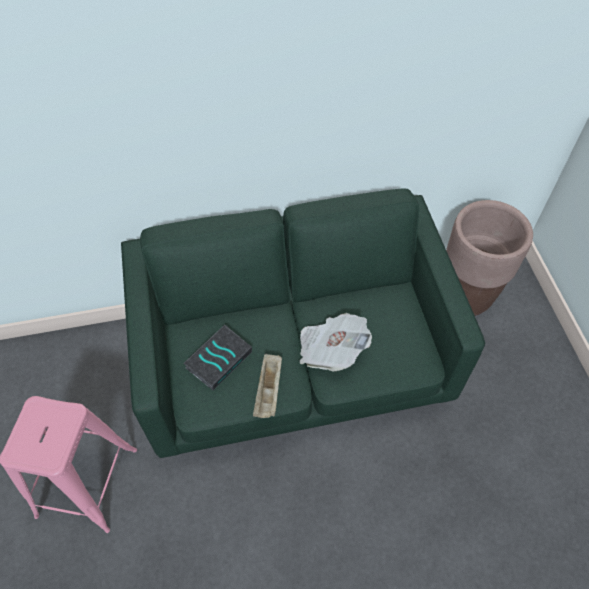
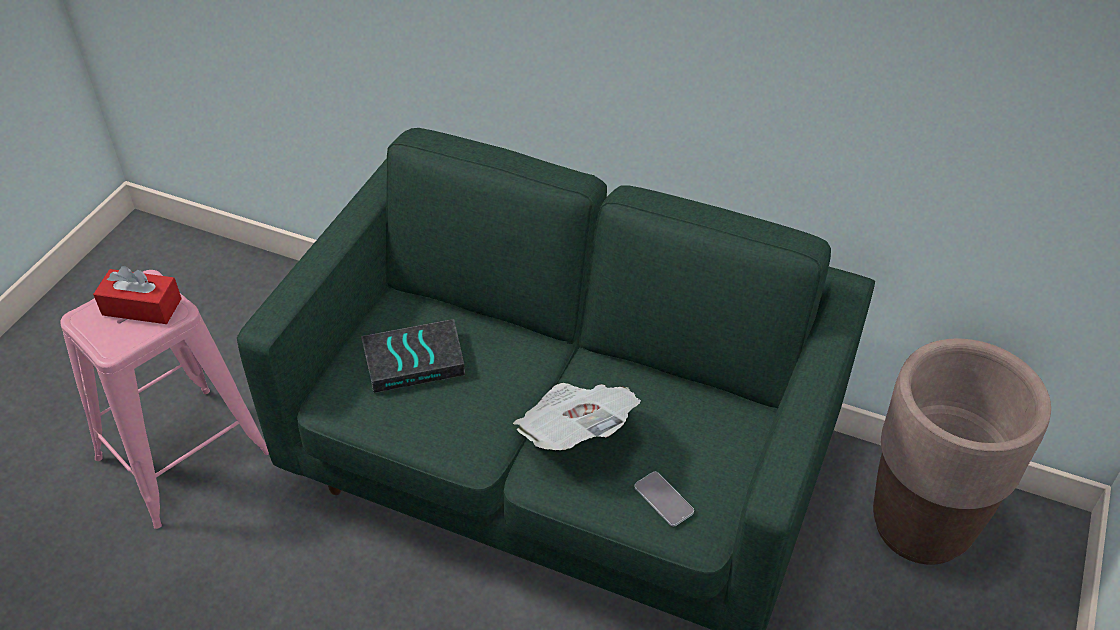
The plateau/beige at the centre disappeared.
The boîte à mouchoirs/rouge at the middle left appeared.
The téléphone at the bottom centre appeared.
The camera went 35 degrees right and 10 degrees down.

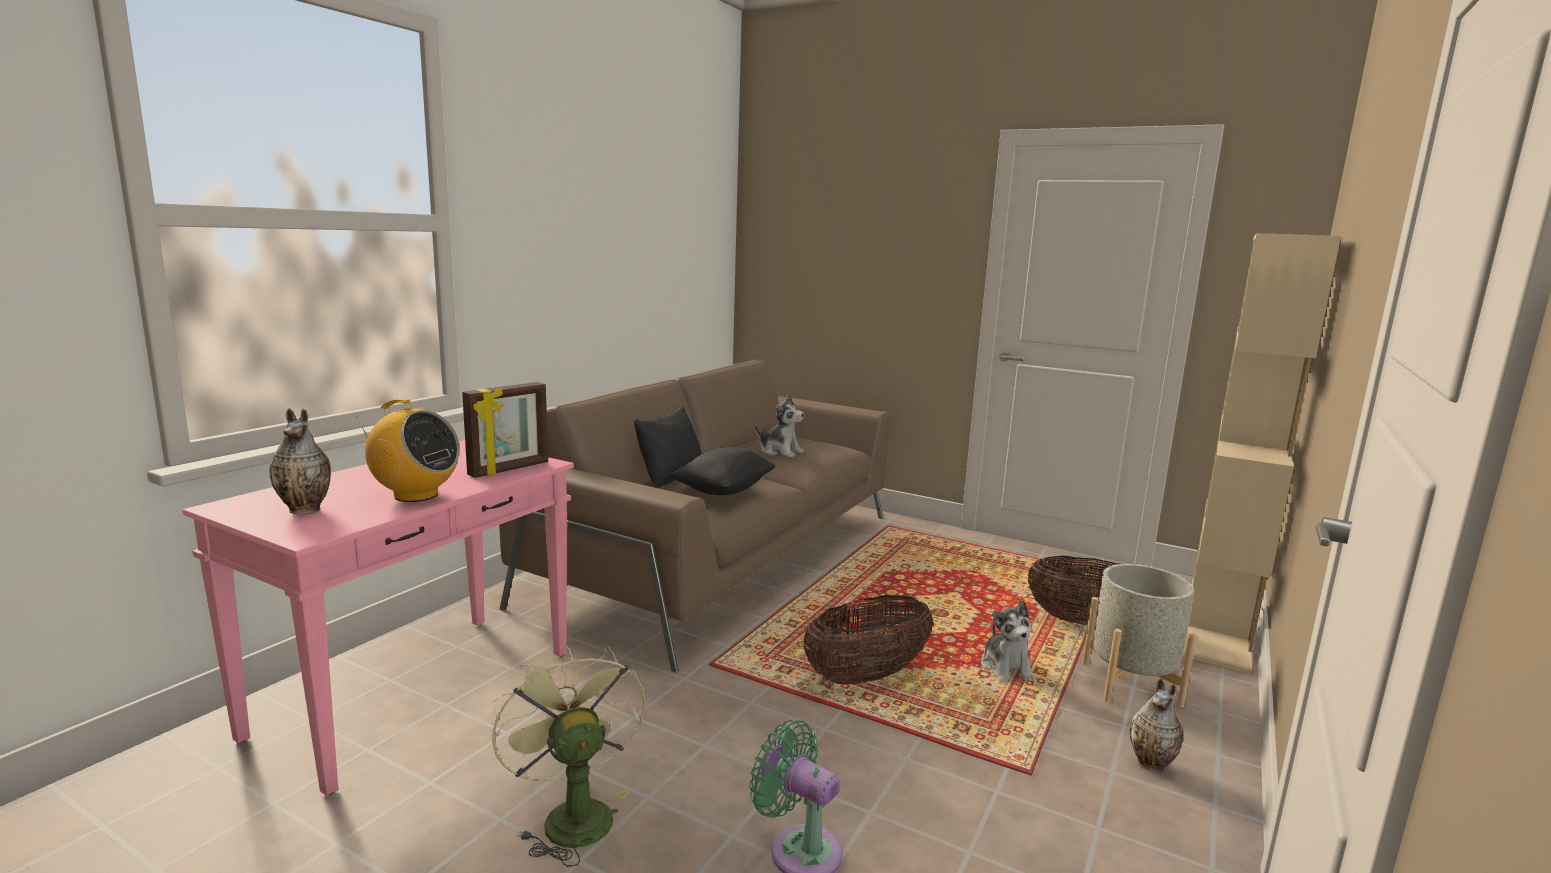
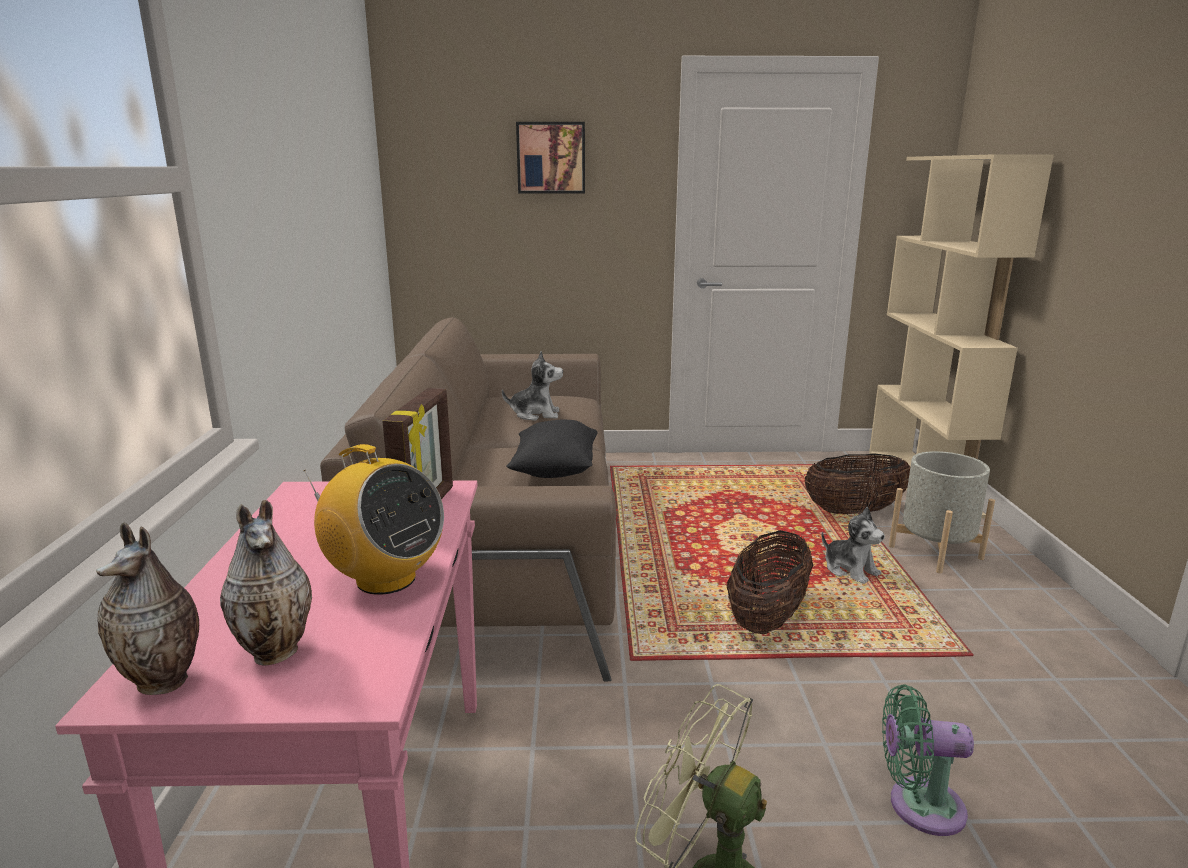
The coussin/noir (1st from left) at the centre disappeared.
The tableau at the top centre appeared.
The vase (2nd from left in the first image) moved from the bottom right to the bottom left.
The radio at the middle left turned 45 degrees clockwise.
The camera went 30 degrees left and 5 degrees up.

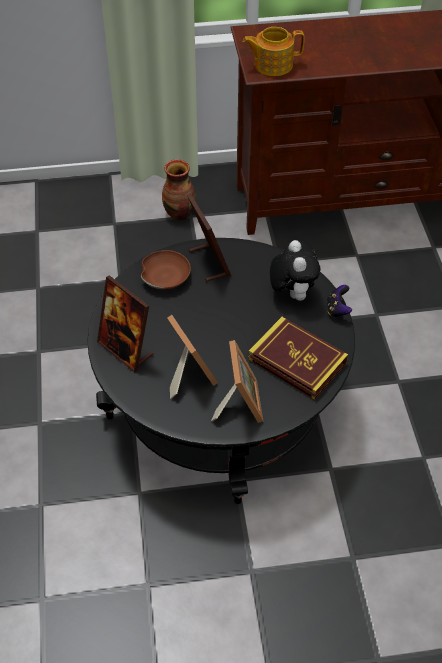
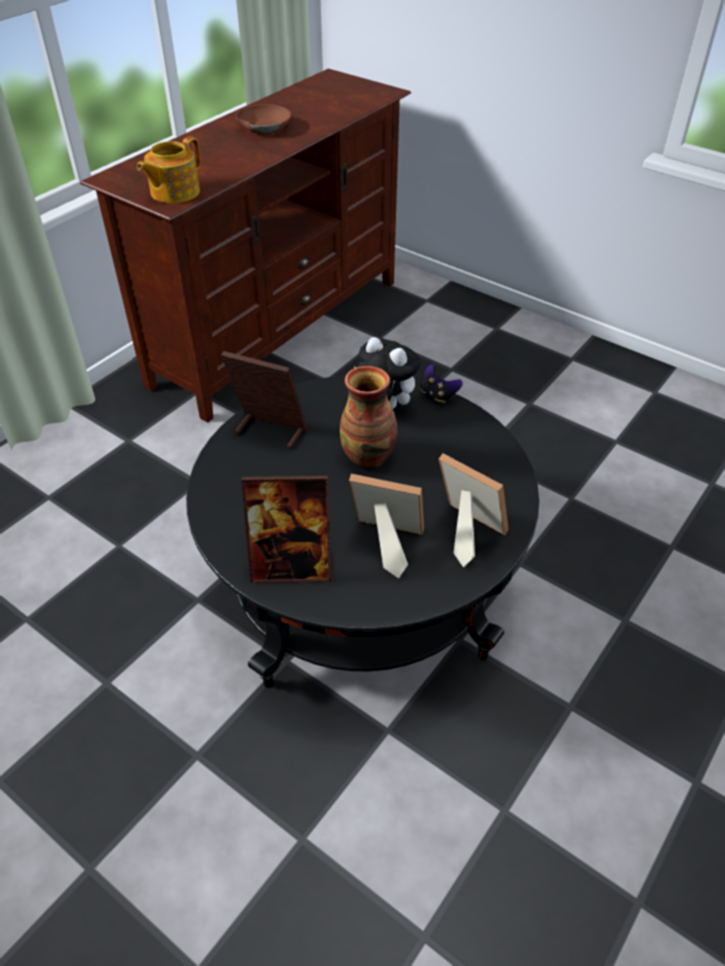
The livre at the middle right disappeared.
The bol/marron moved from the centre to the top centre.
The vase moved from the top centre to the centre.
The camera went 45 degrees left and 5 degrees down.

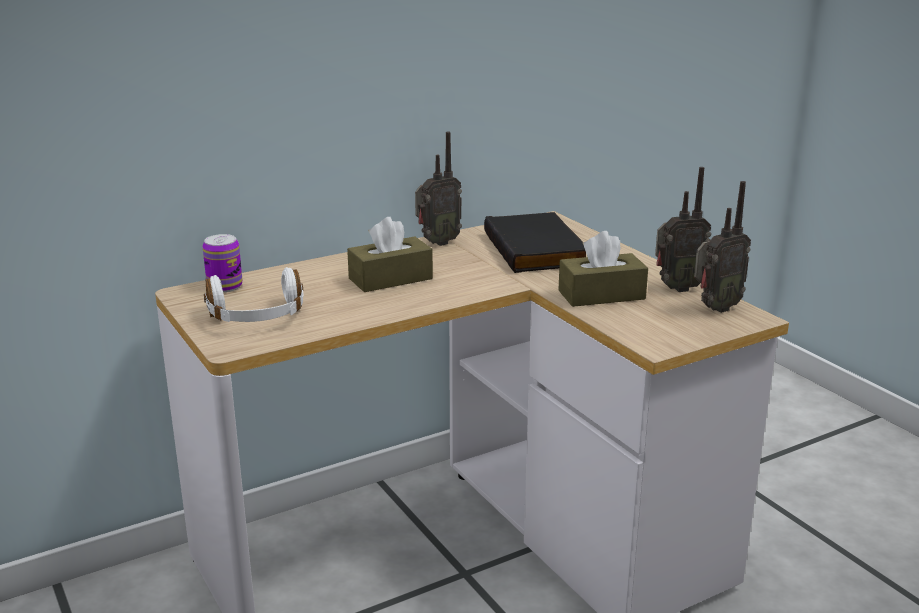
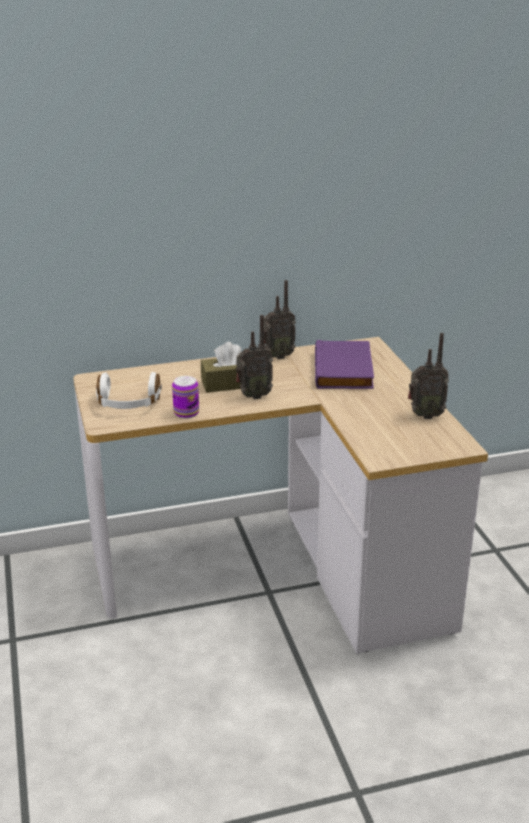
The boîte à mouchoirs/marron (2nd from left) at the centre disappeared.
The boîte métallique moved from the middle left to the centre.
The radio (3rd from left in the first image) moved from the middle right to the centre.
The livre/noir at the centre became the livre/violet at the centre.
The camera went 15 degrees right and 5 degrees up.

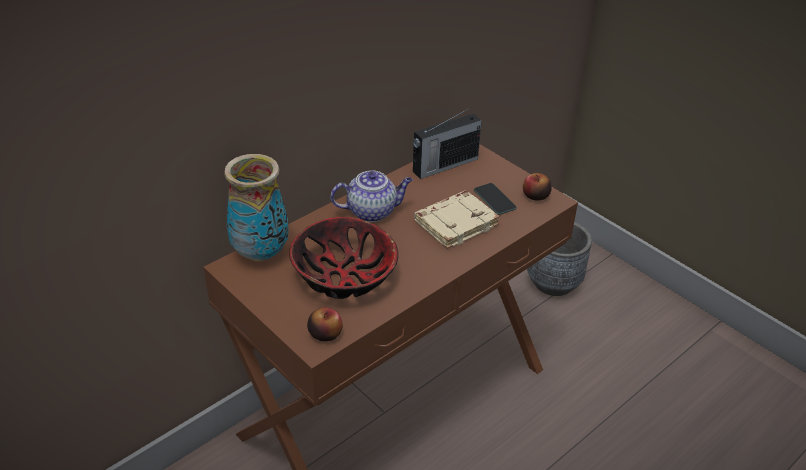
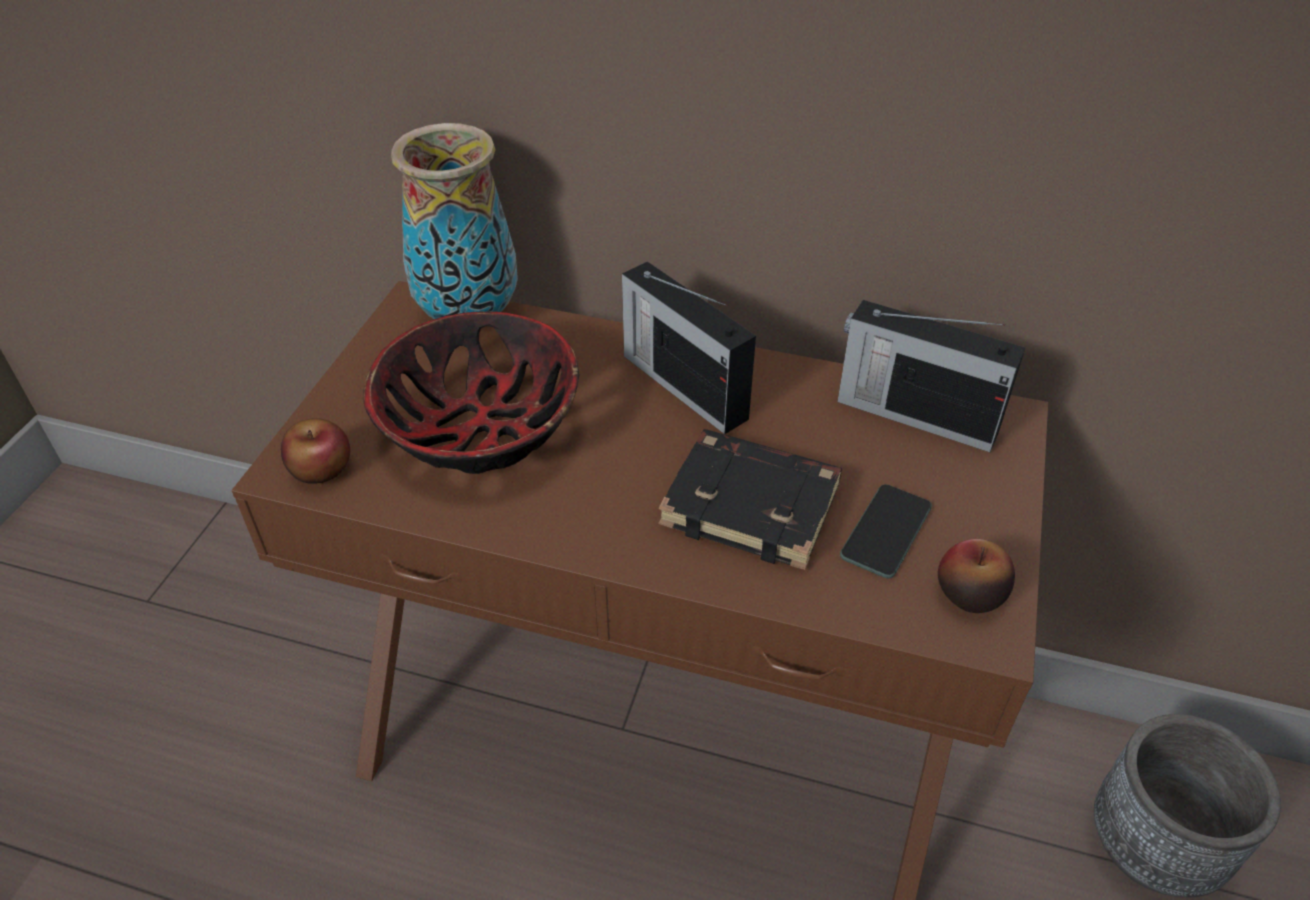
The théière at the centre was replaced by the radio (1st from left) at the centre.
The livre/beige at the centre became the livre/noir at the centre.
The camera went 60 degrees right and 5 degrees up.

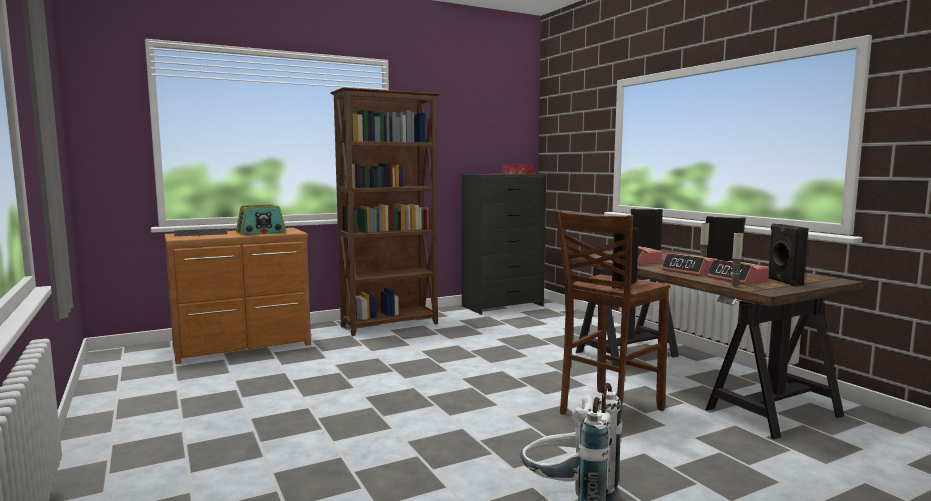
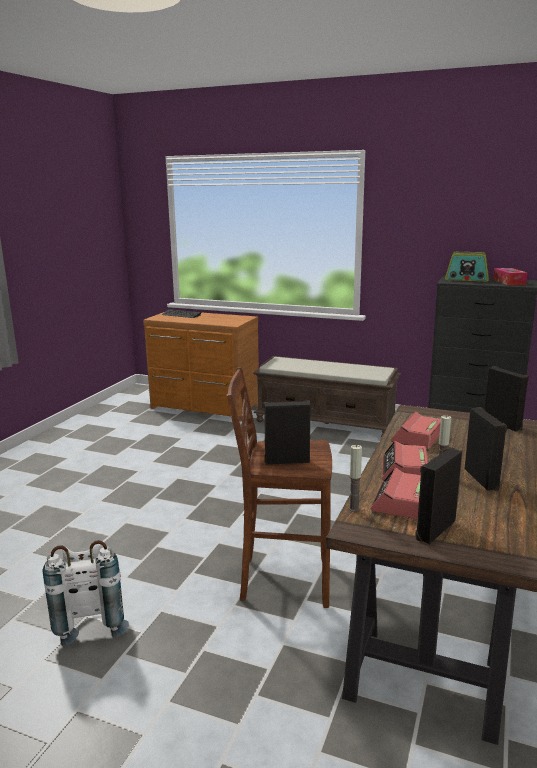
The radio moved from the middle left to the middle right.
The bibliothèque/marron at the centre was replaced by the banc/marron at the centre.
The camera went 50 degrees right and 10 degrees up.

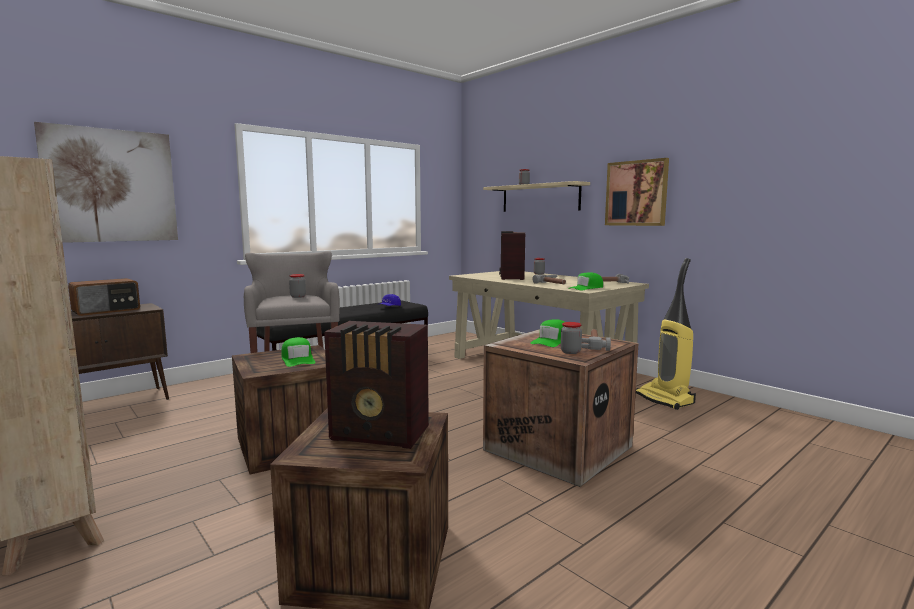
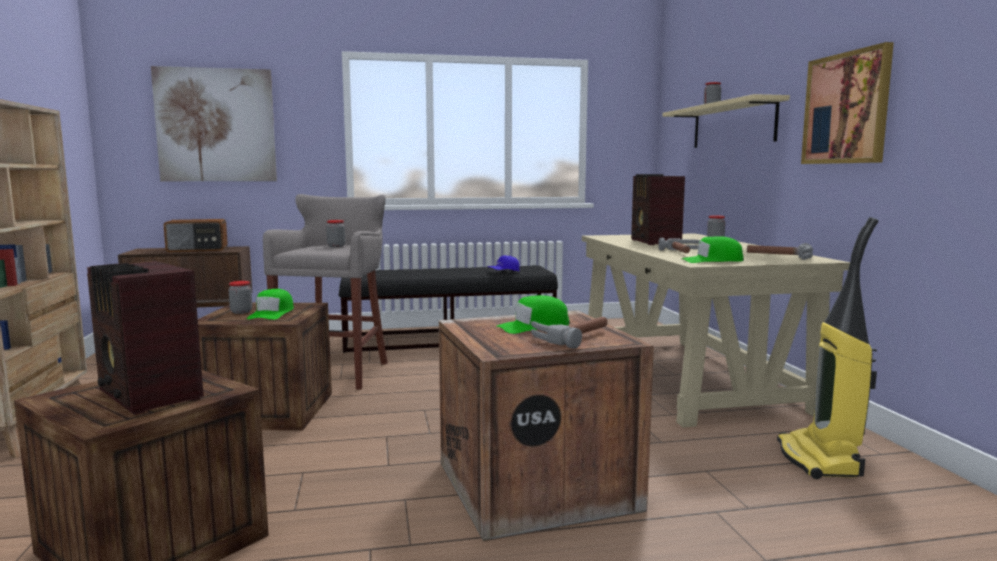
The bocal (4th from left in the first image) moved from the centre to the middle left.
The radio (3rd from left) at the centre turned 45 degrees counterclockwise.
The camera went 30 degrees right and 0 degrees up.

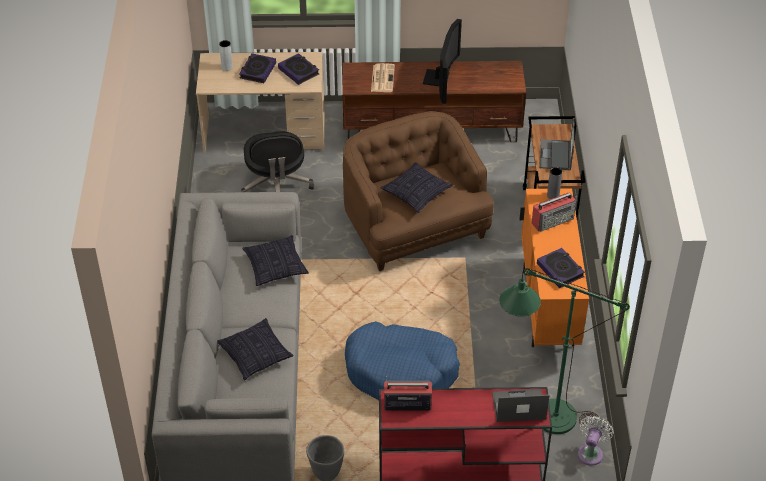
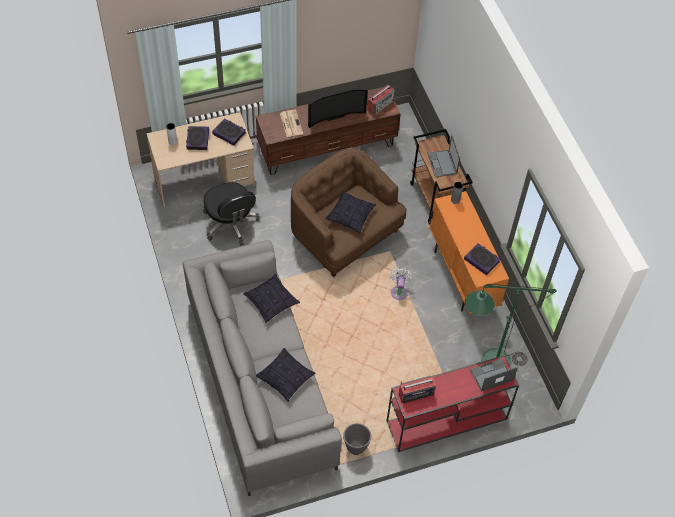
The panier pour chien/bleu at the bottom centre disappeared.
The radio (2nd from left in the first image) moved from the middle right to the top centre.
The ventilateur/blanc moved from the bottom right to the centre.
The téléviseur at the top centre turned 75 degrees clockwise.
The camera went 20 degrees left and 10 degrees up.

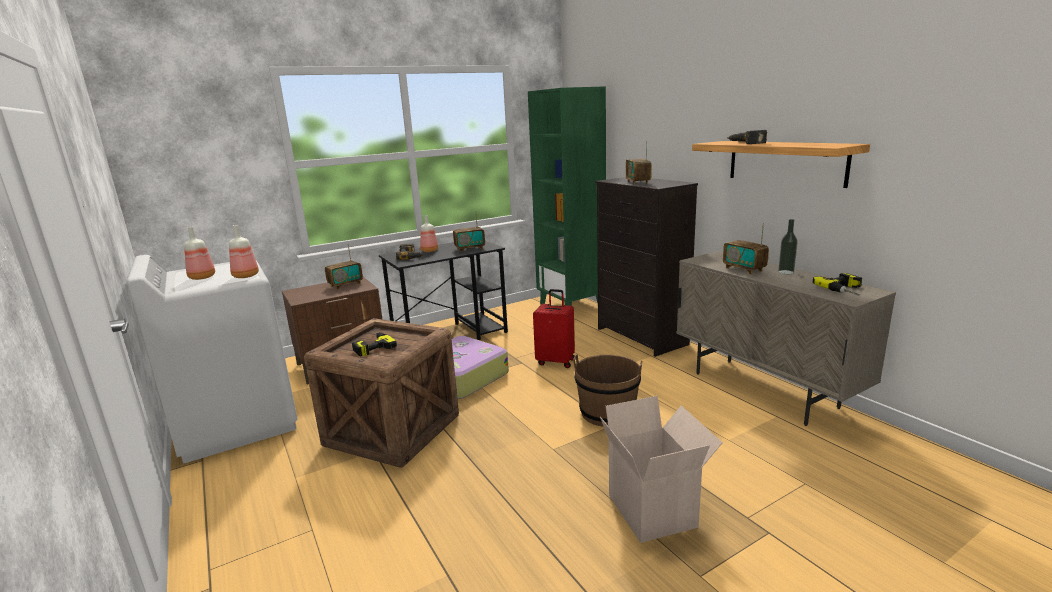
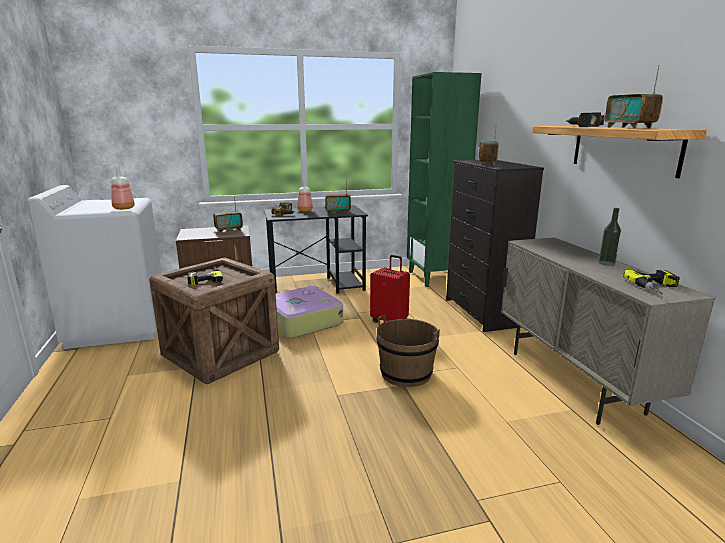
The bouteille (1st from left) at the middle left disappeared.
The carton at the bottom centre disappeared.
The radio (4th from left) moved from the middle right to the top right.
The camera went 15 degrees right and 0 degrees up.

